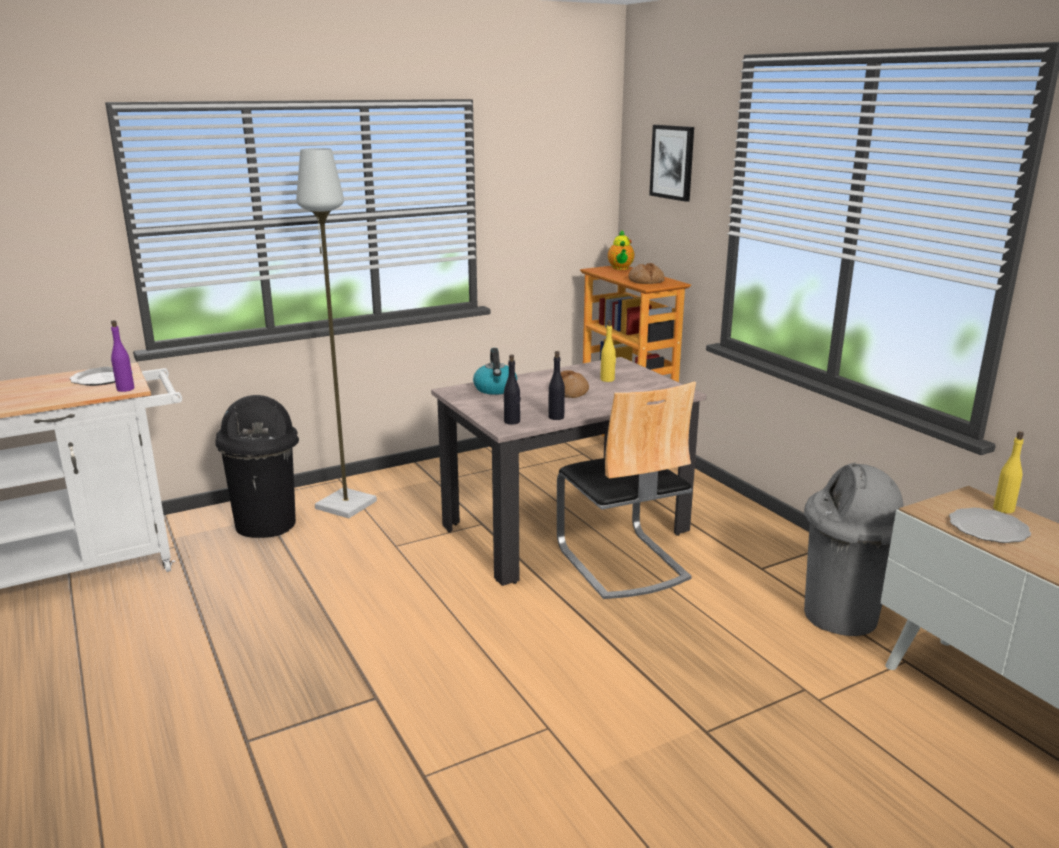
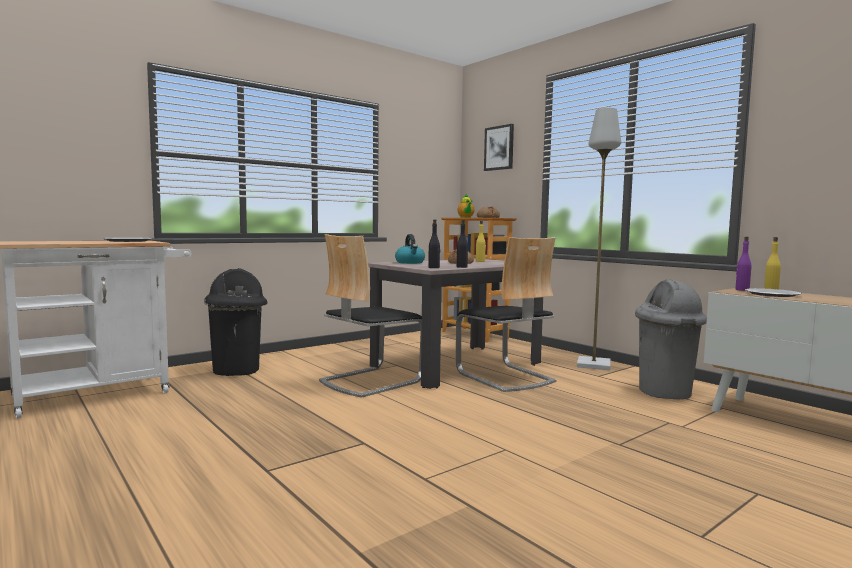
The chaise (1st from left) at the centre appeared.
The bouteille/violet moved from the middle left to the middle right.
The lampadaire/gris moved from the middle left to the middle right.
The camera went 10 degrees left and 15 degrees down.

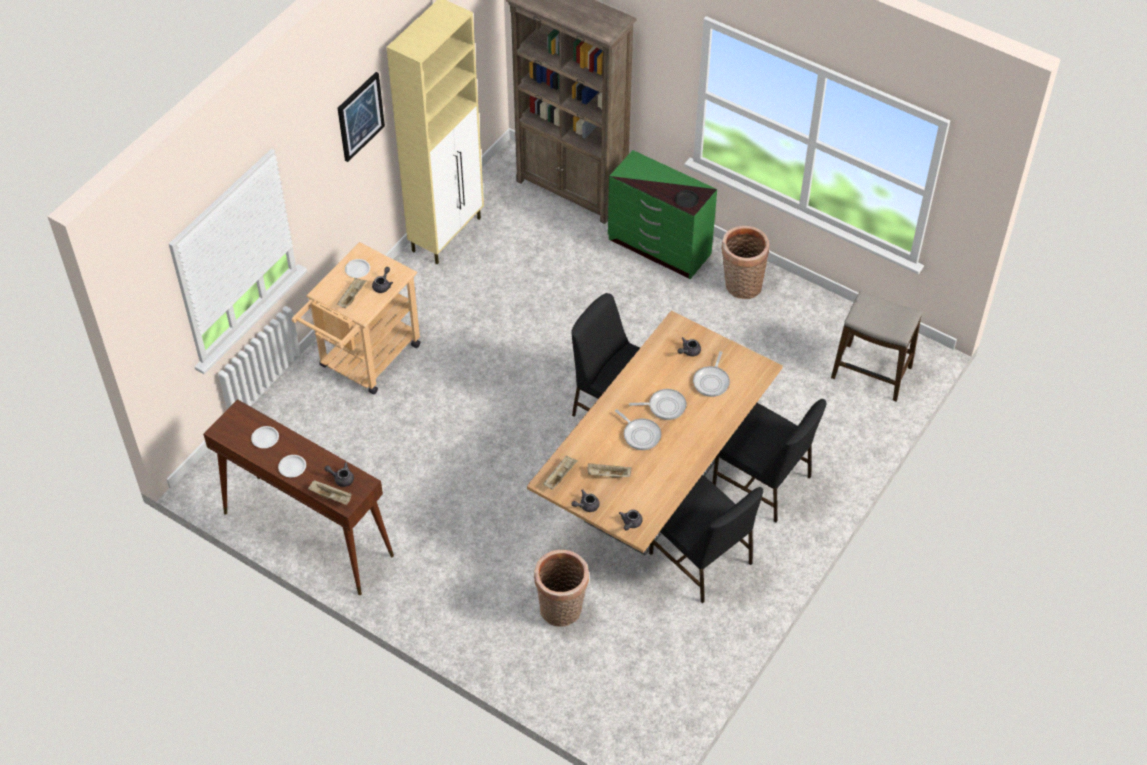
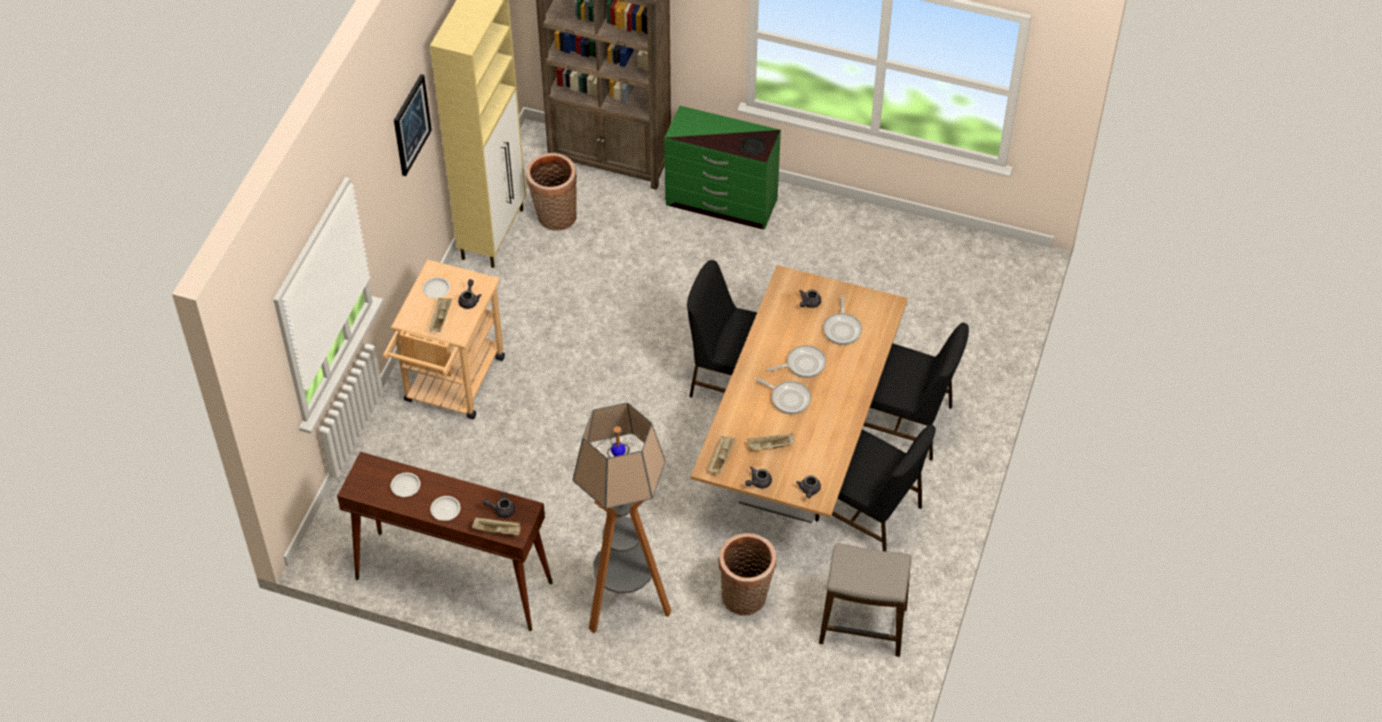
The lampadaire at the bottom centre appeared.
The panier (2nd from left in the first image) moved from the centre to the top centre.
The tabouret moved from the middle right to the bottom centre.
The camera went 15 degrees left and 0 degrees up.

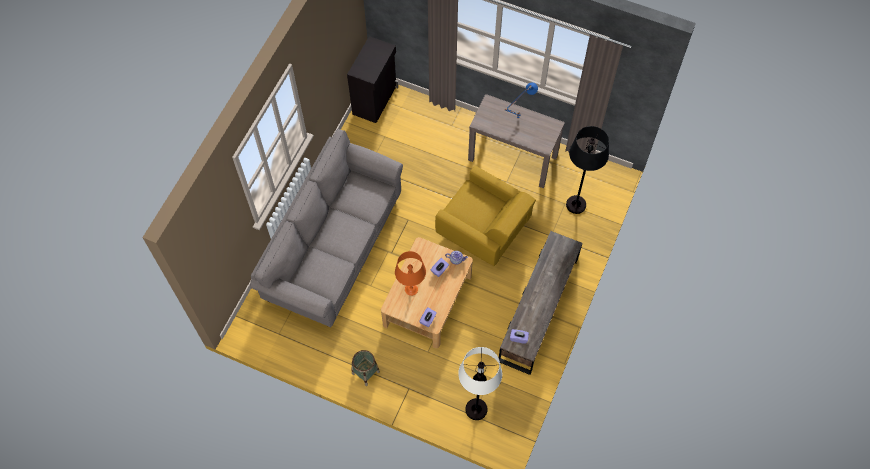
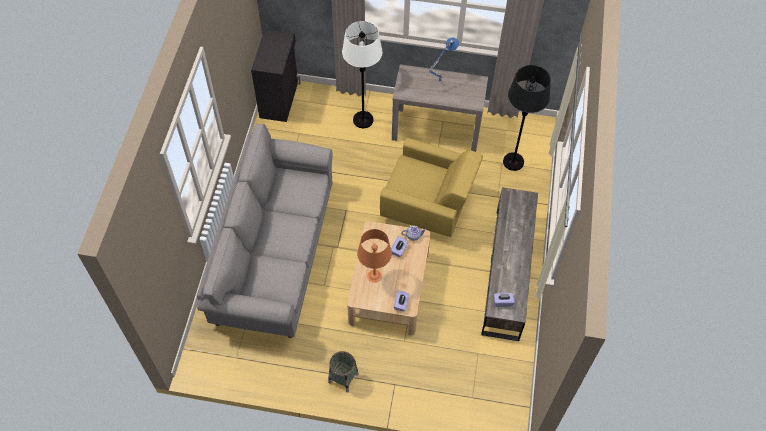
The lampadaire/blanc moved from the bottom centre to the top centre.
The camera went 15 degrees left and 5 degrees down.

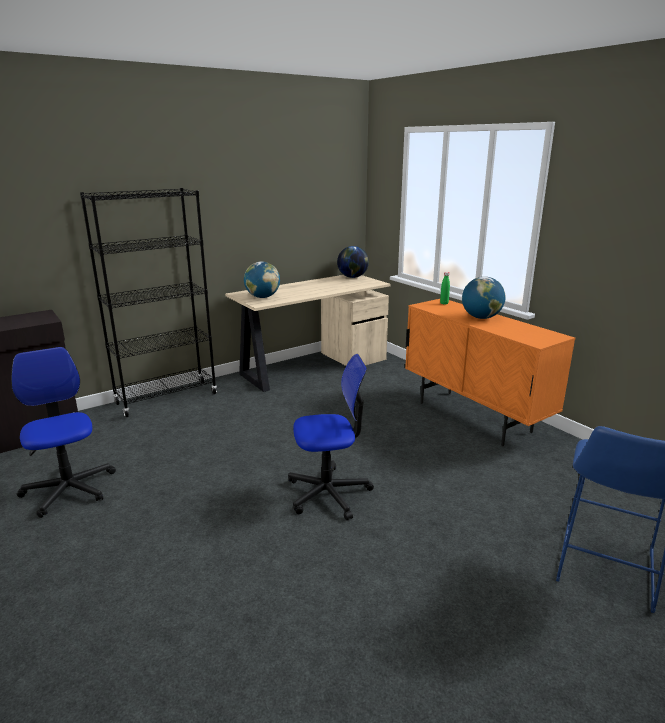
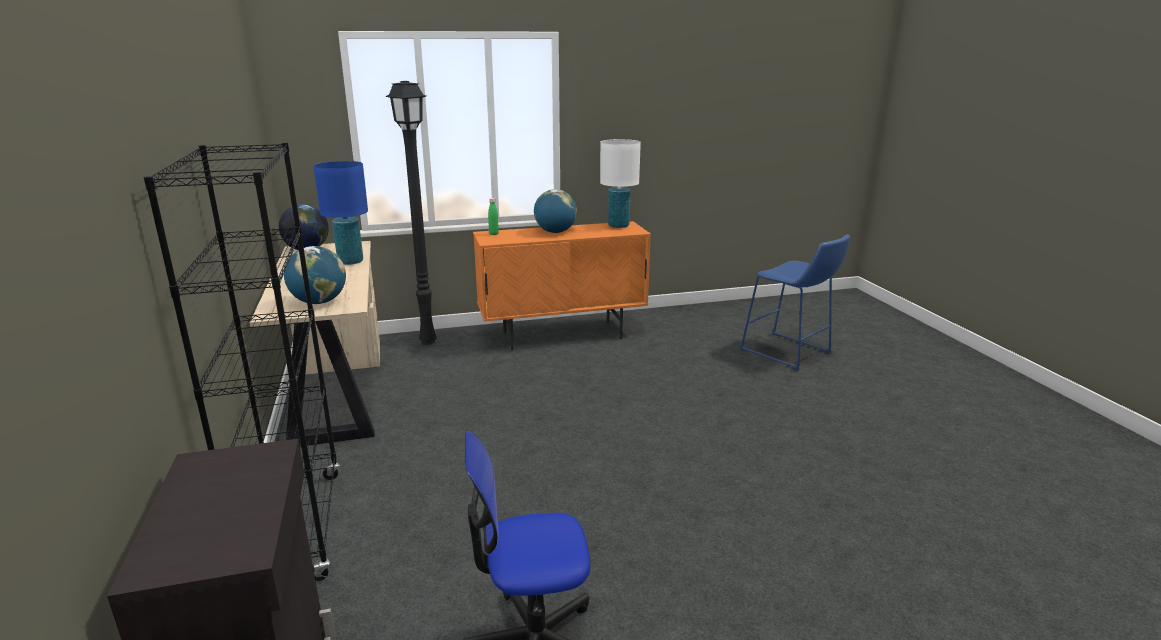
The chaise de bureau (2nd from left) at the centre disappeared.
The lampe de table/bleu at the top left appeared.
The lampadaire/noir at the top centre appeared.
The lampe de table/blanc at the top centre appeared.
The camera went 70 degrees left and 0 degrees up.

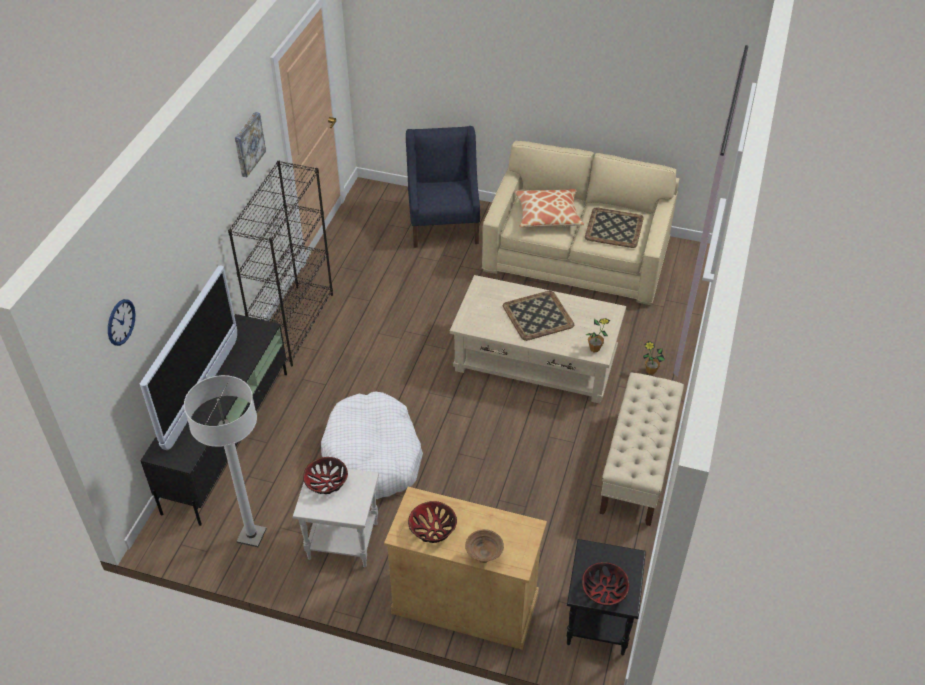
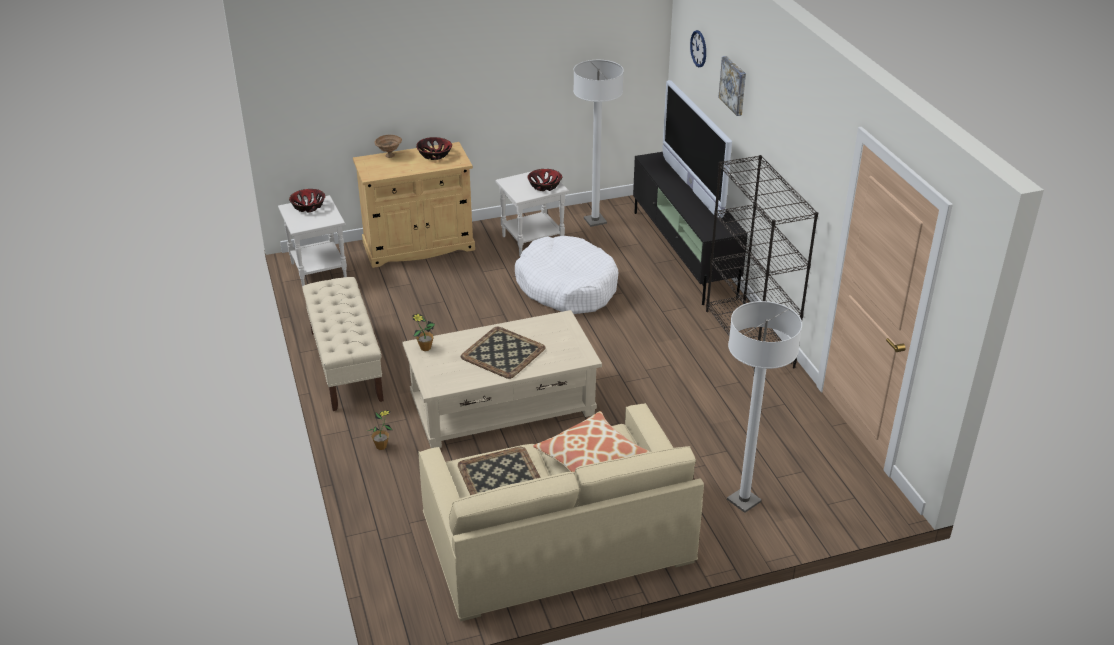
The tableau moved from the top left to the top centre.
The fauteuil/bleu at the top centre was replaced by the lampadaire/blanc (2nd from left) at the middle right.
The table d'appoint/noir at the bottom centre became the table d'appoint/blanc (1st from left) at the middle left.
The camera went 145 degrees right and 10 degrees down.

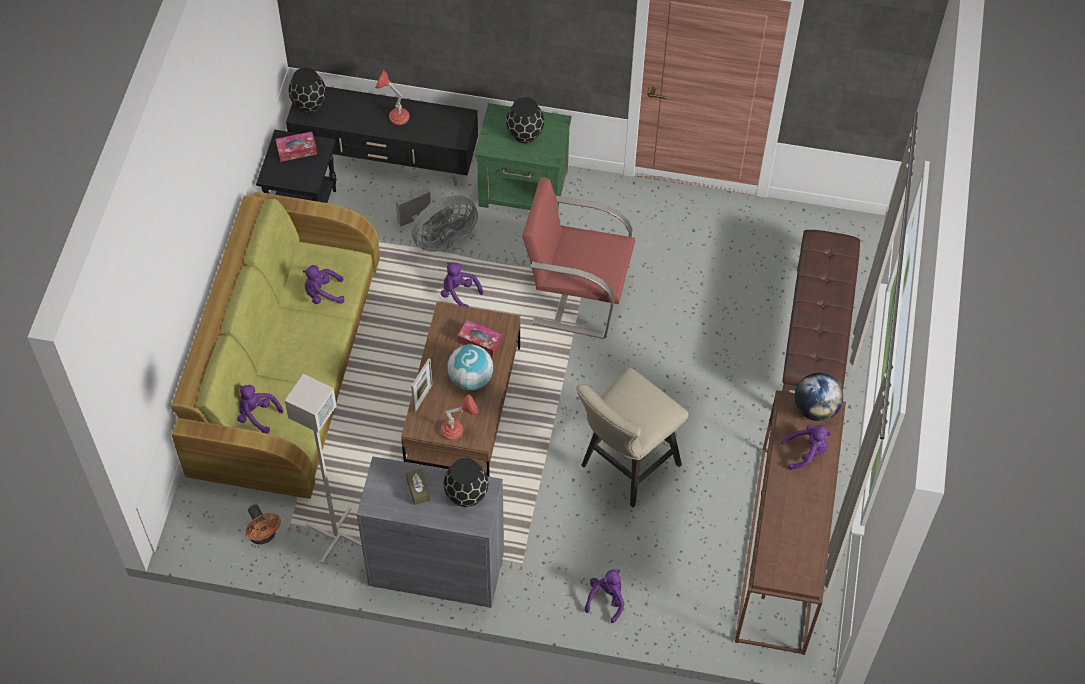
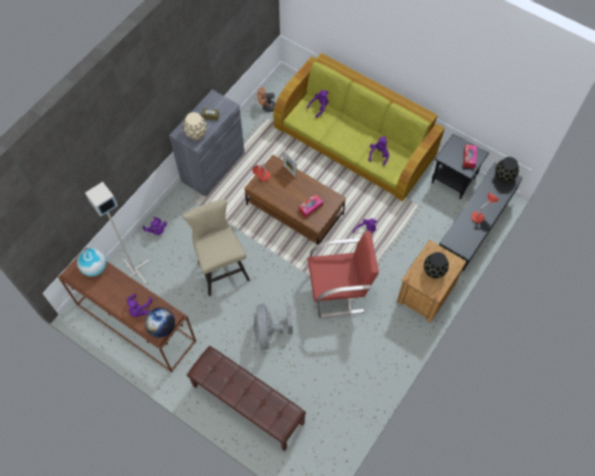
The lampadaire/gris moved from the bottom left to the middle left.
The ventilateur/gris moved from the top centre to the bottom centre.
The globe (1st from left) moved from the centre to the middle left.
The vase/noir (2nd from left) at the bottom centre became the vase/beige at the top left.
The table de chevet/vert at the top centre became the table de chevet/marron at the middle right.
The fauteuil/rouge at the centre turned 45 degrees clockwise.
The camera went 115 degrees right and 5 degrees up.

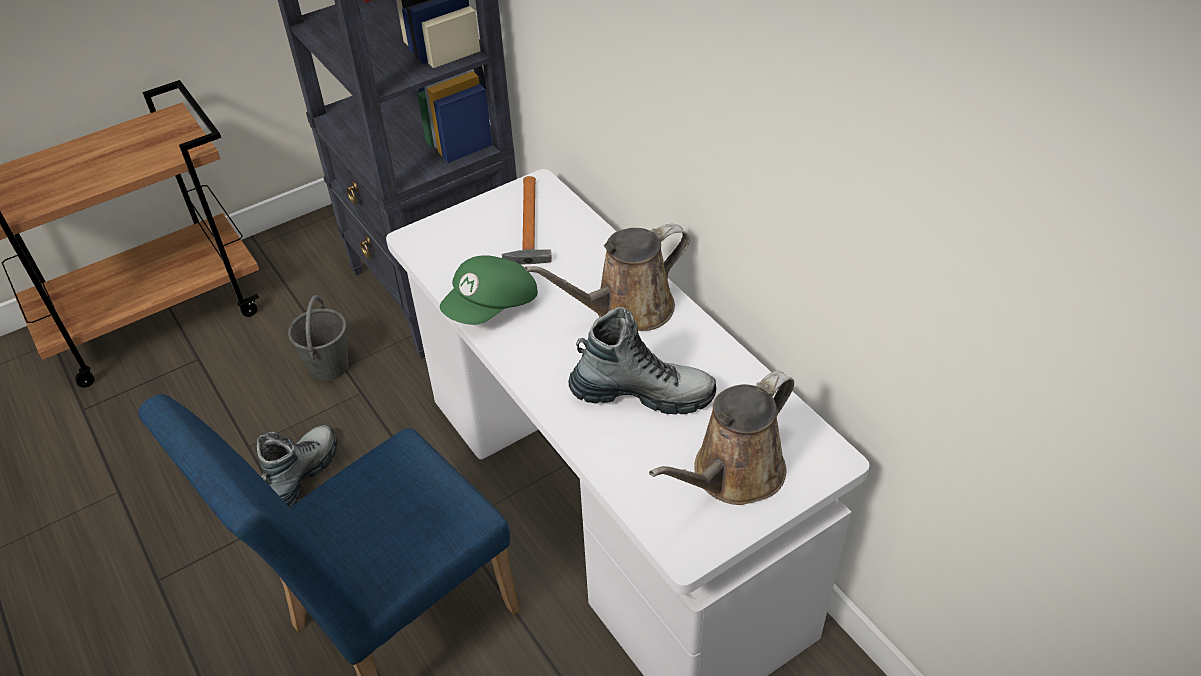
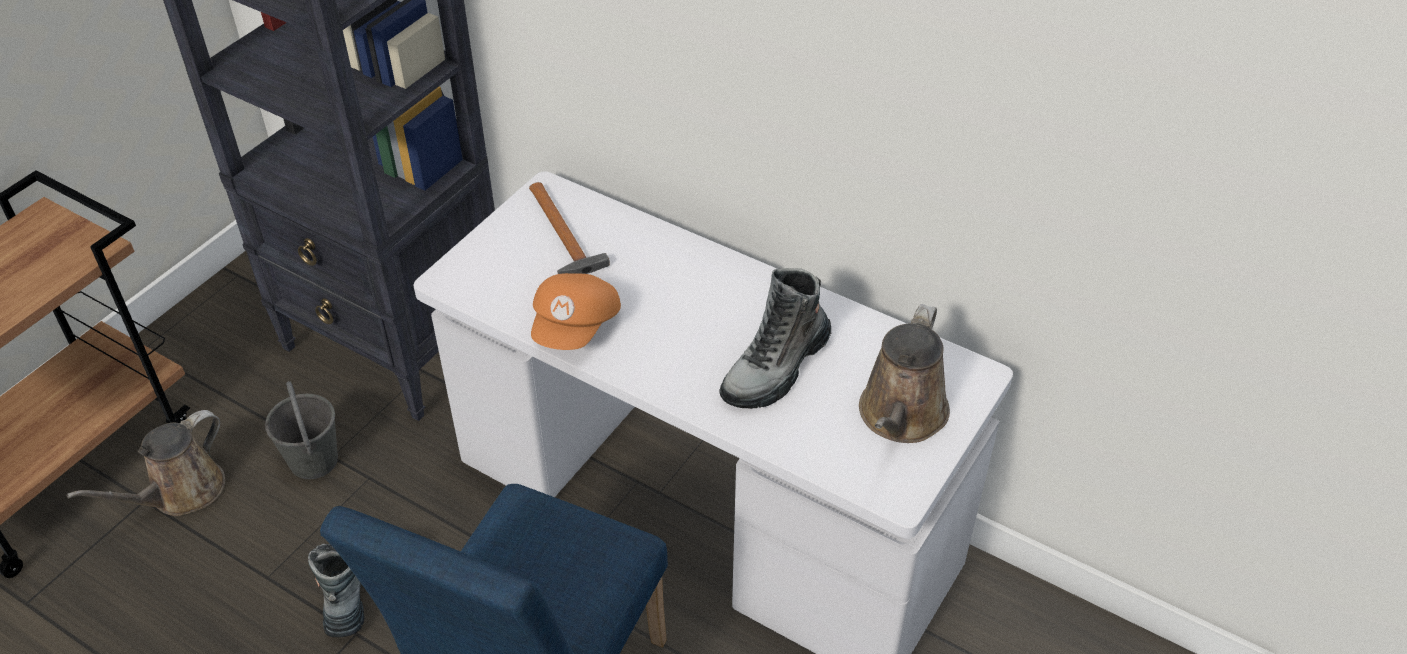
The arrosoir/marron (1st from left) moved from the centre to the bottom left.
The casquette/vert at the centre became the casquette/orange at the centre.
The botte (2nd from left) at the centre turned 150 degrees clockwise.
The camera went 25 degrees left and 0 degrees up.

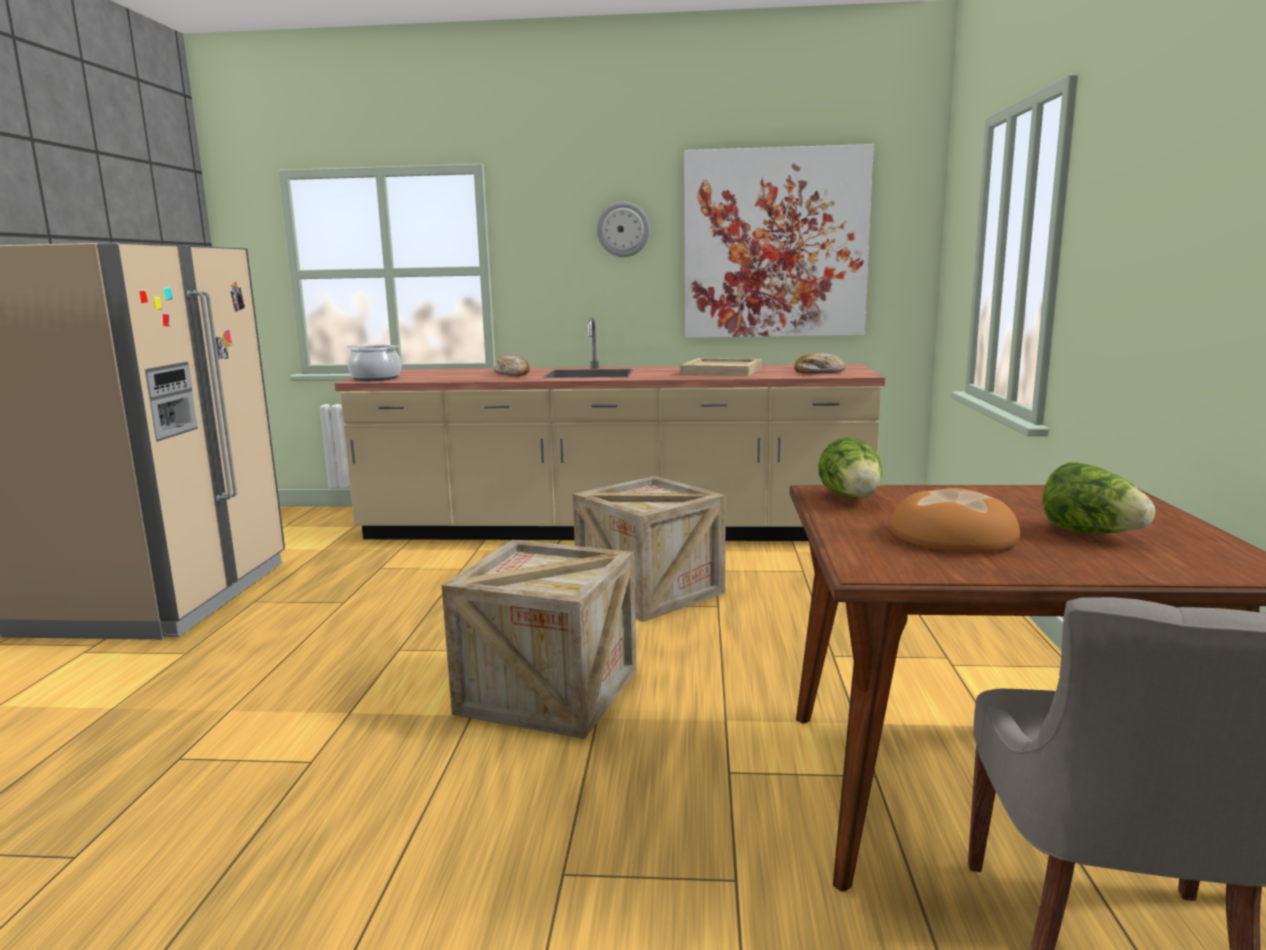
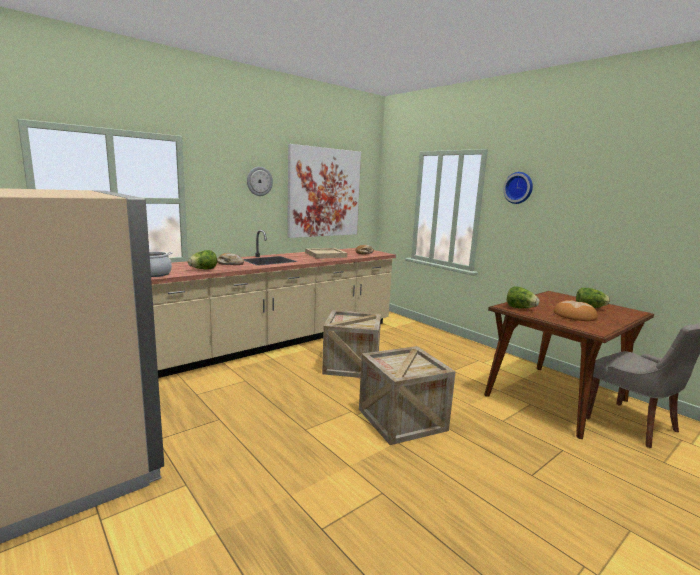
The laitue (1st from left) at the middle left appeared.
The horloge murale (2nd from left) at the top right appeared.
The camera went 45 degrees left and 0 degrees up.

